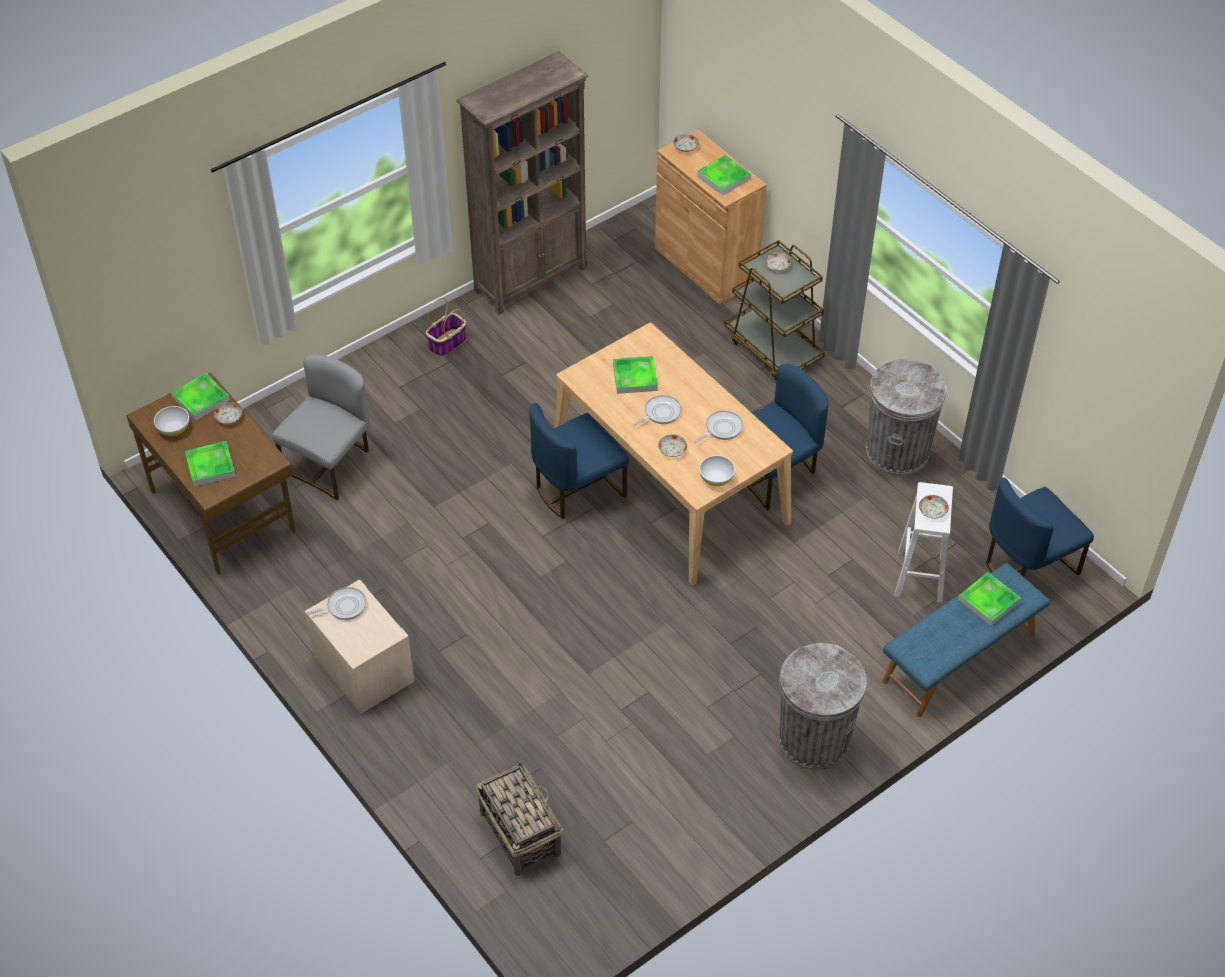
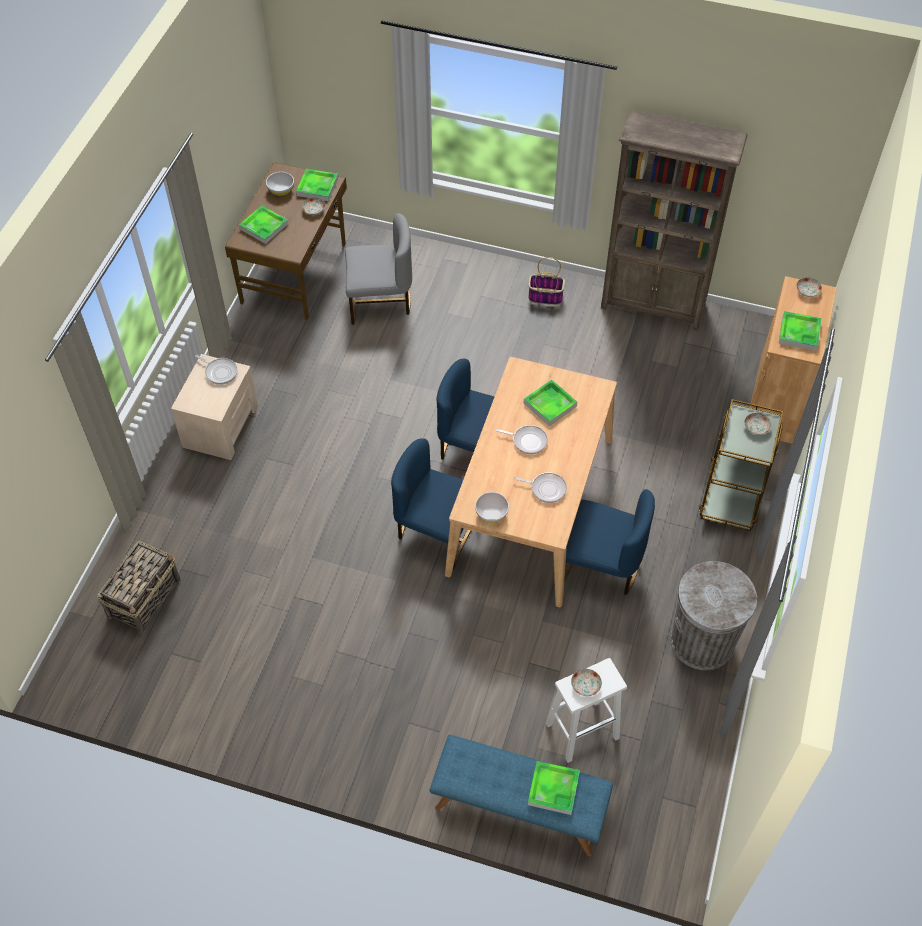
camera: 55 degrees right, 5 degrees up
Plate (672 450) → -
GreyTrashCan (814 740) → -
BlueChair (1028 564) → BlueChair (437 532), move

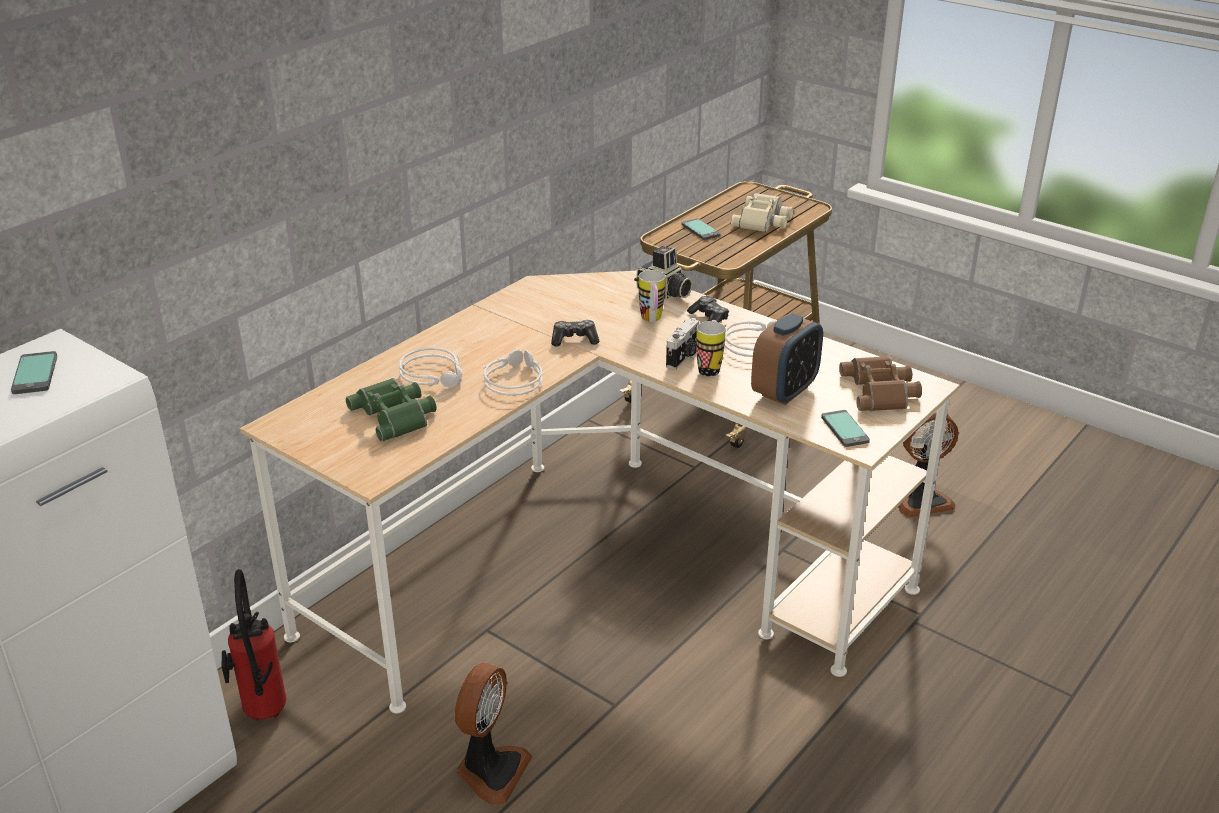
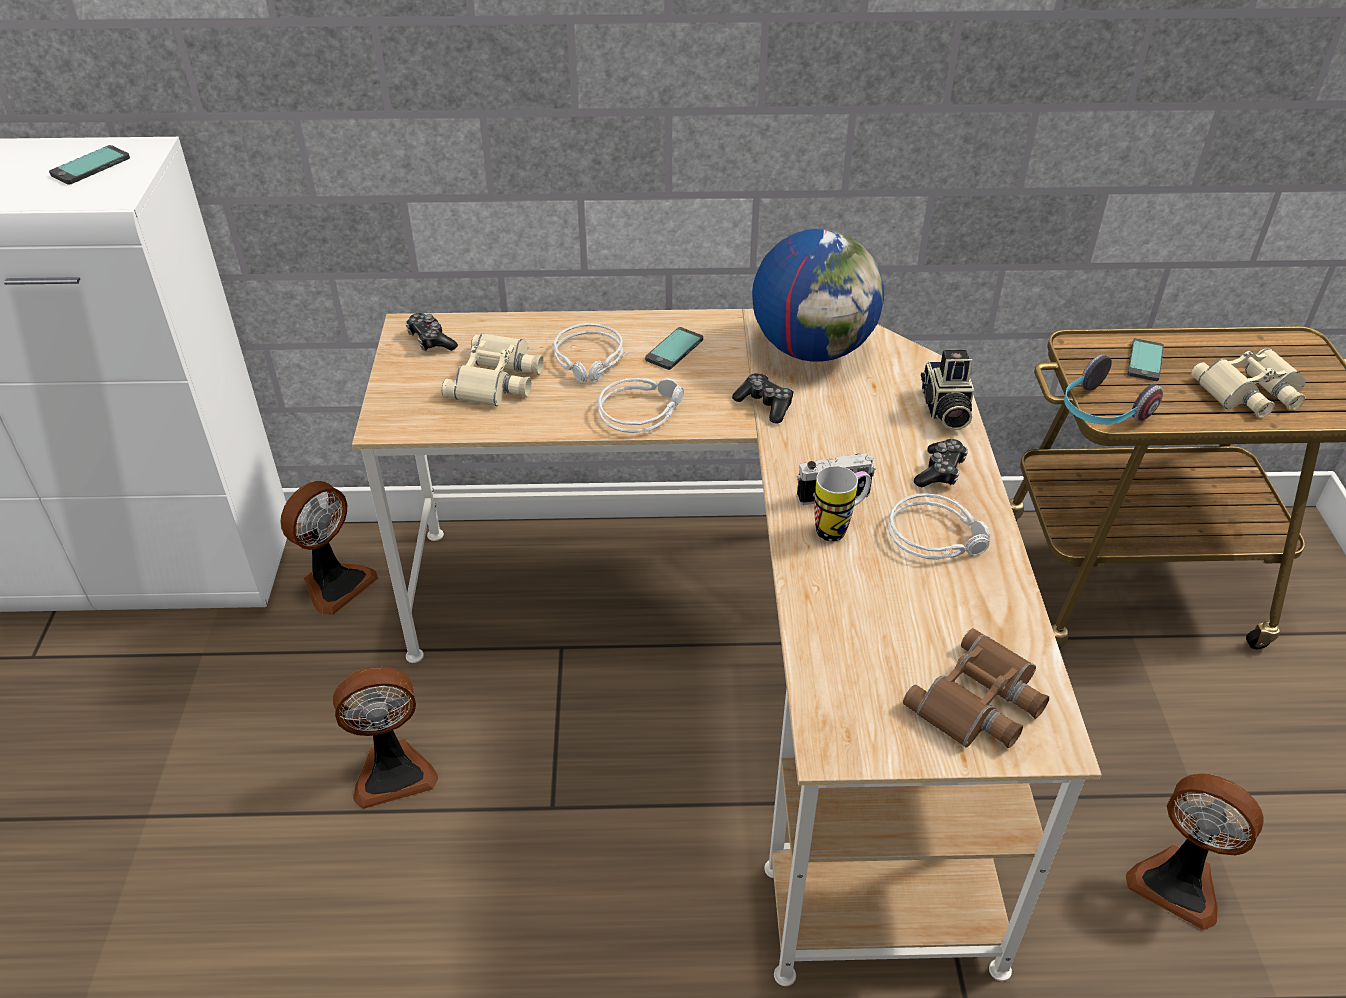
camera: 50 degrees right, 10 degrees up
Mug (652 320) → -
AlarmClock (784 391) → -
- → GameController (431 340)
- → Globe (813 349)
- → Headphones (1101 412)
Phone (845 429) → Phone (674 350), move
FireExtinguisher (263 716) → Fan (335 583)
GreenBinoculars (396 415) → BeigeBinoculars (498 378)

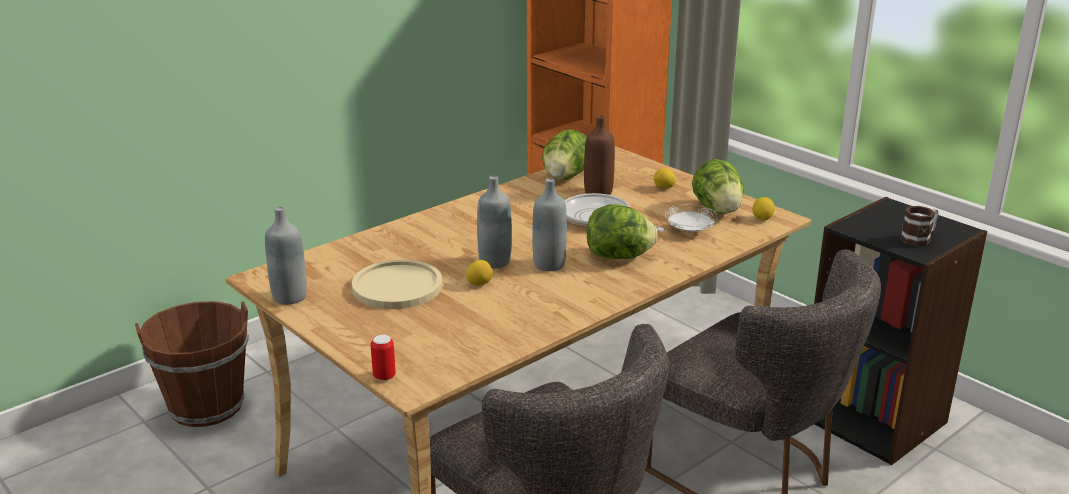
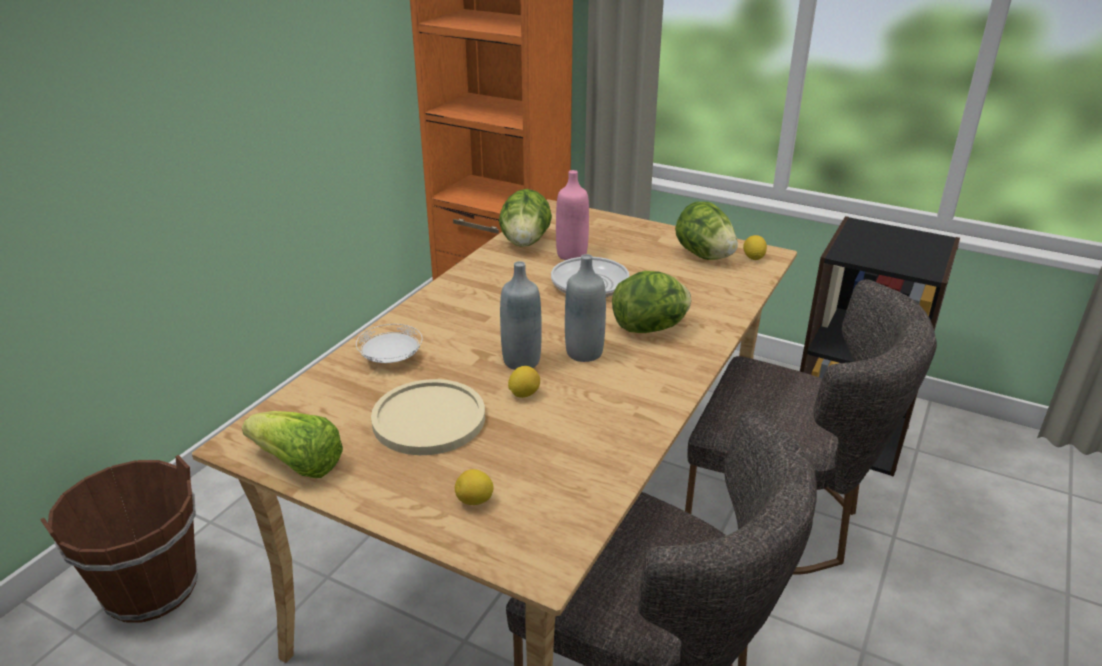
camera: 20 degrees left, 5 degrees up
Can (384 376) → -
Mug (919 238) → -
Lemon (664 188) → Lemon (475 501), move
WhitePlate (689 230) → WhitePlate (391 359), move
GreyBottle (289 297) → Lettuce (298 464)
BrownBottle (598 192) → PinkBottle (572 255)

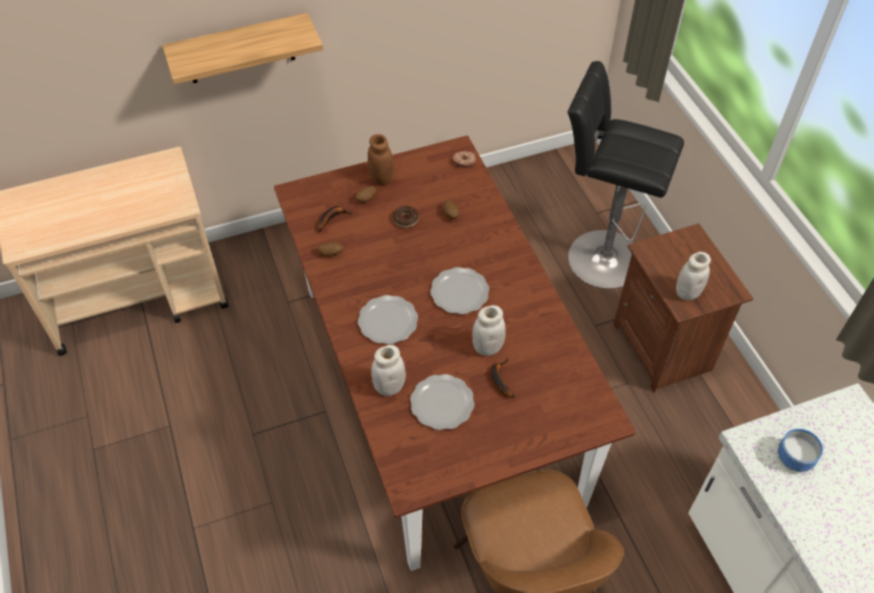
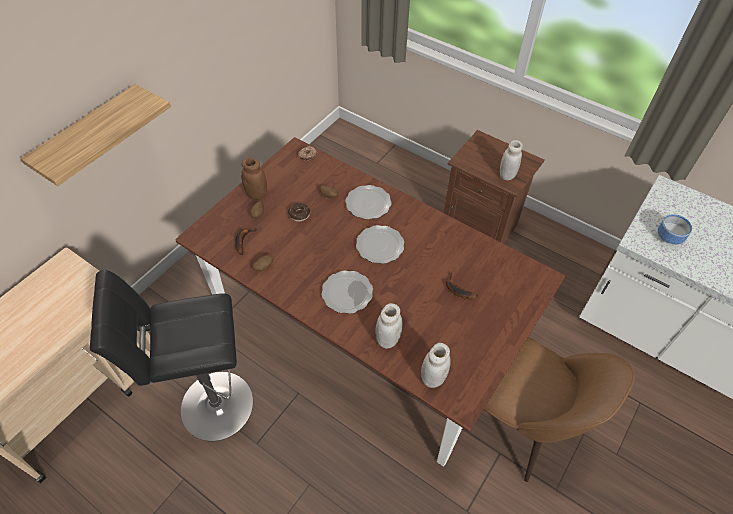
camera: 35 degrees left, 0 degrees up
Plate (443 403) → Plate (368 203), move
WhiteJar (487 347) → WhiteJar (433 378), move
BlackStool (599 257) → BlackStool (211 406), move

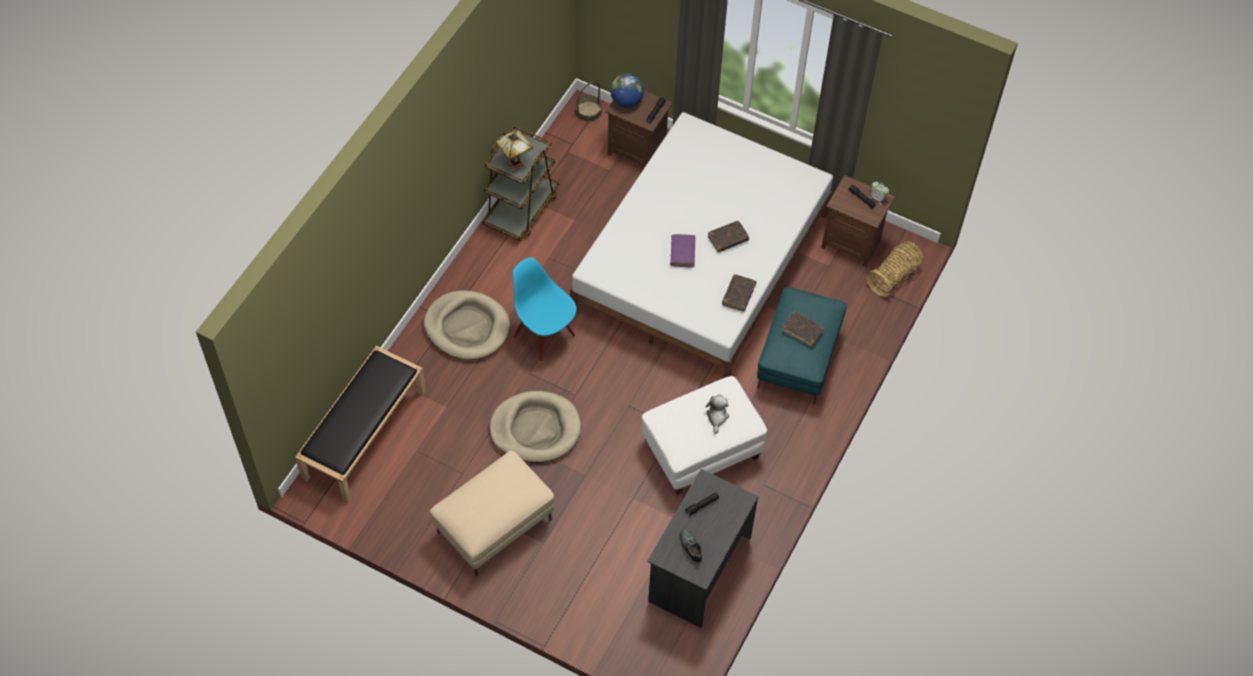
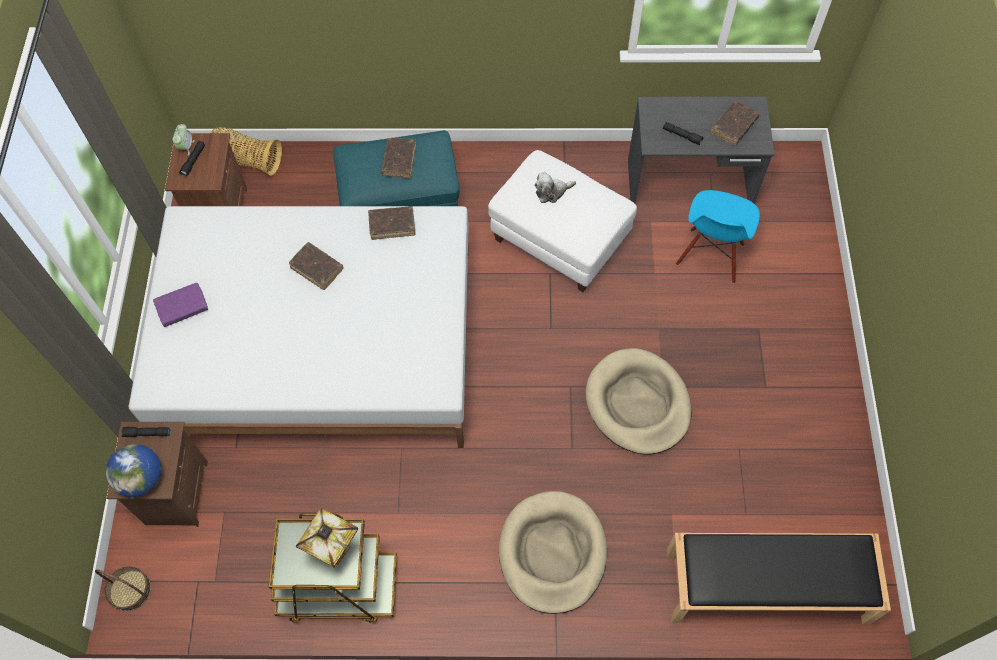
camera: 115 degrees left, 5 degrees up
BeigeOttoman (494 525) → -
BlueChair (544 336) → BlueChair (710 256), move
PurpleBook (682 253) → PurpleBook (182 307), move
Shoe (690 547) → BrownBook (733 126)

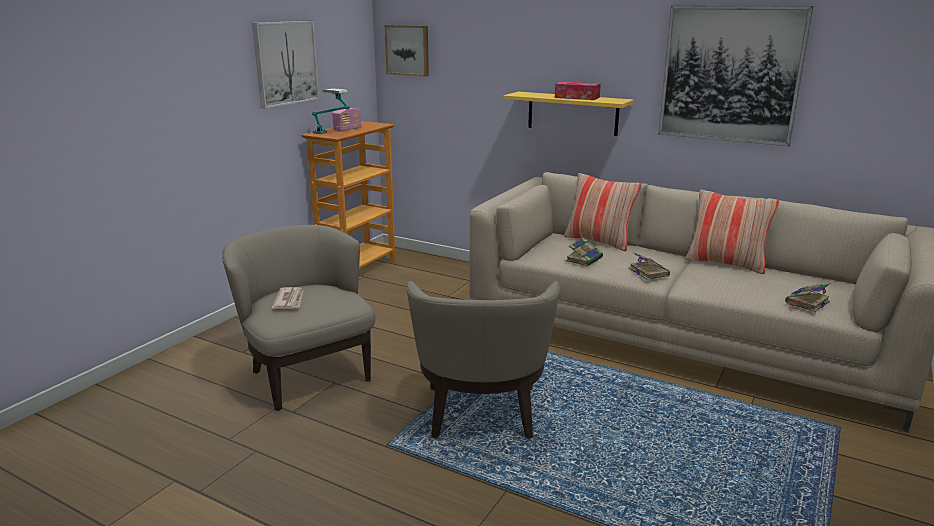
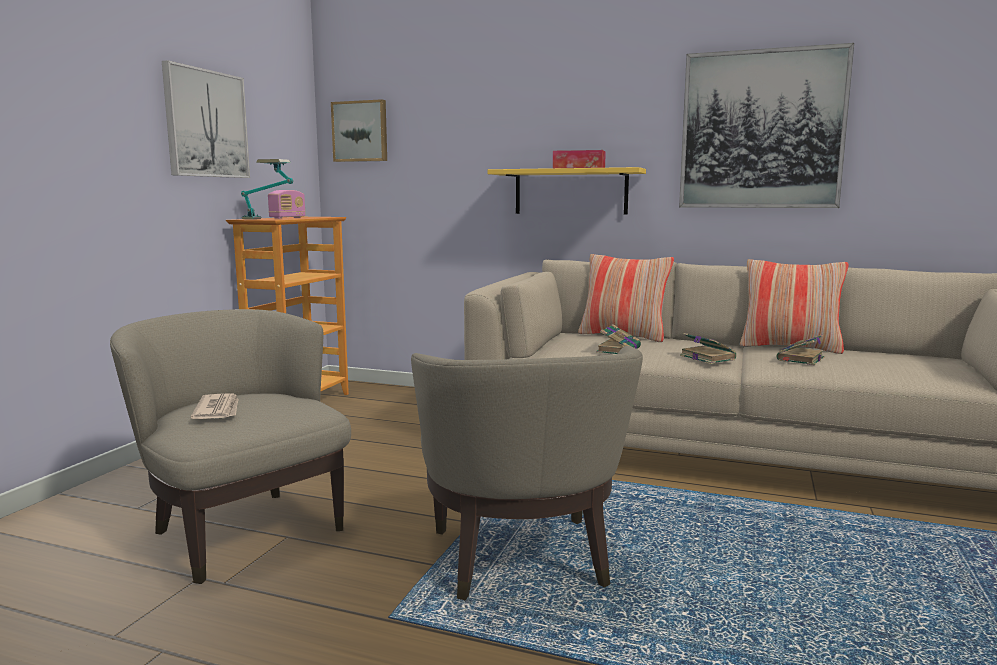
camera: 10 degrees left, 10 degrees down
Book (806 303) → Book (800 359), move

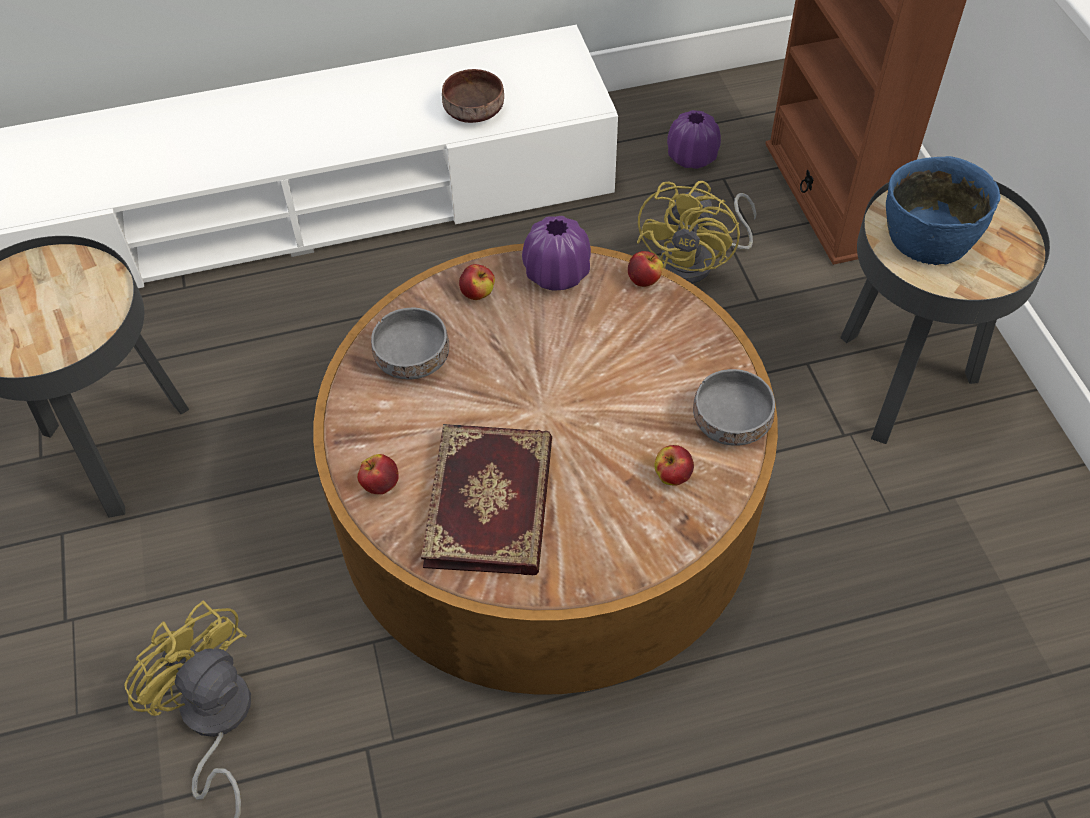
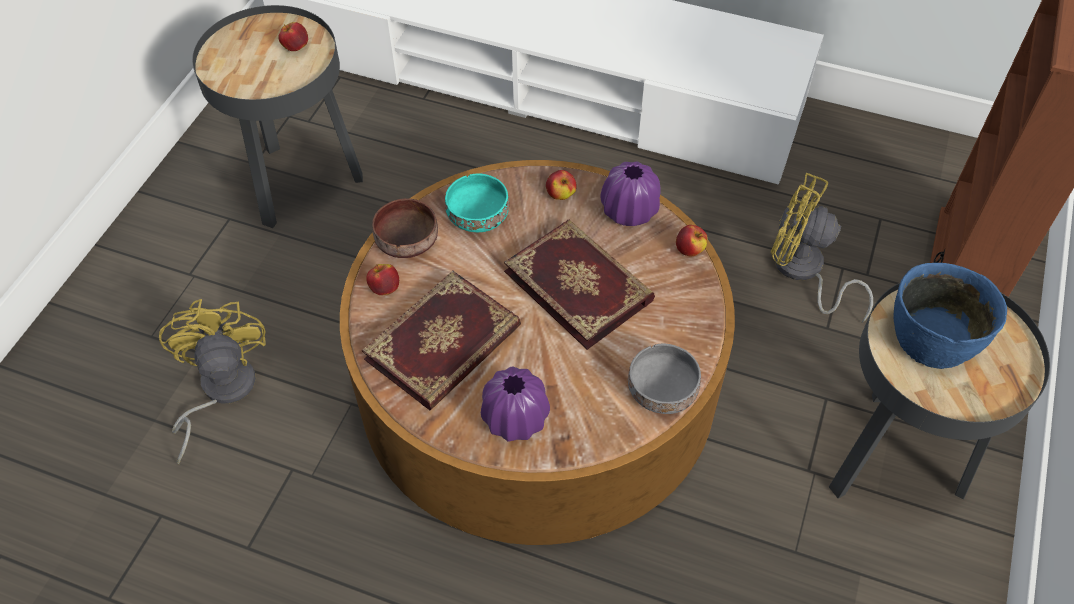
camera: 35 degrees right, 0 degrees up
- → Book (580 285)
BrownBowl (474 109) → BrownBowl (408 240), move
Apple (672 476) → Apple (296 47), move
PurpleVase (692 157) → PurpleVase (515 419), move
GreyBowl (413 359) → TurquoiseBowl (477 217)
YellowFan (697 261) → YellowFan (803 272), 60 degrees clockwise

